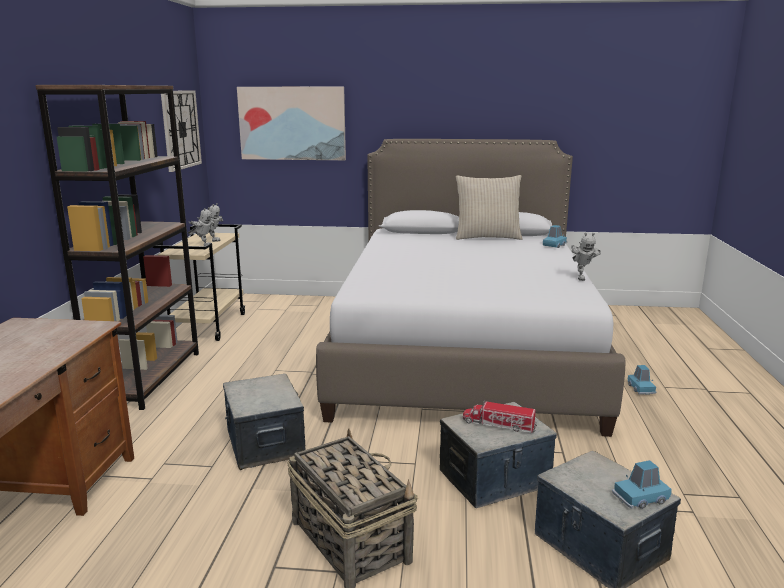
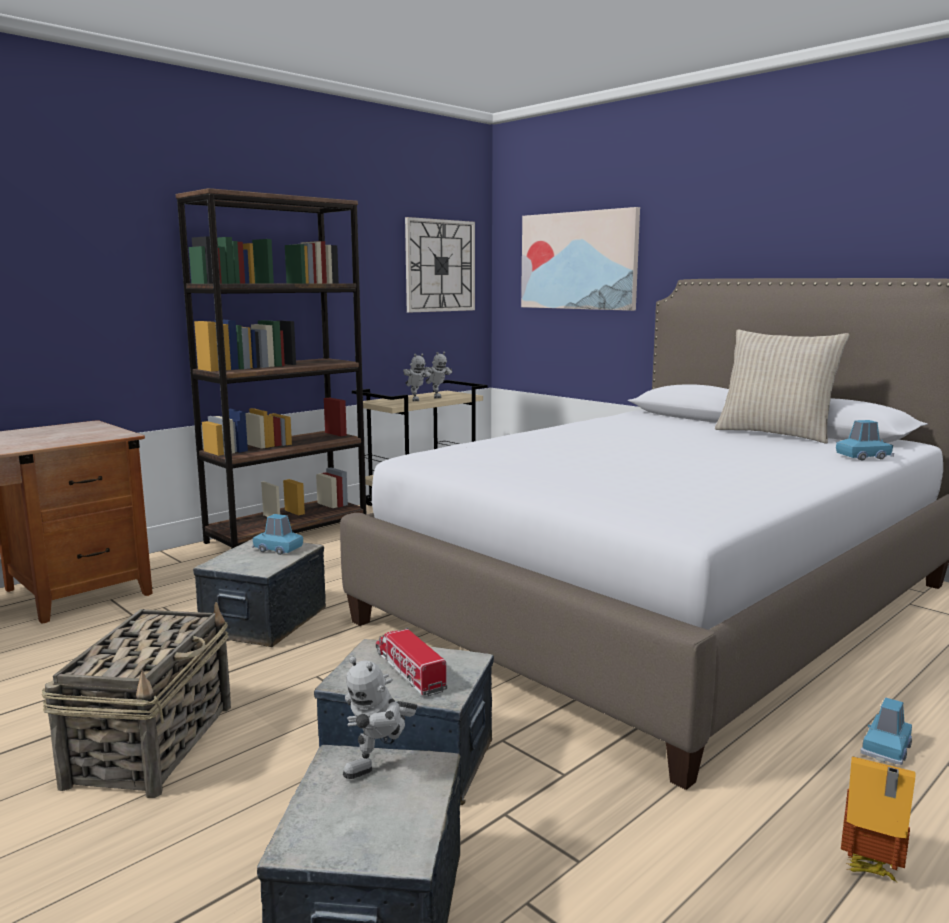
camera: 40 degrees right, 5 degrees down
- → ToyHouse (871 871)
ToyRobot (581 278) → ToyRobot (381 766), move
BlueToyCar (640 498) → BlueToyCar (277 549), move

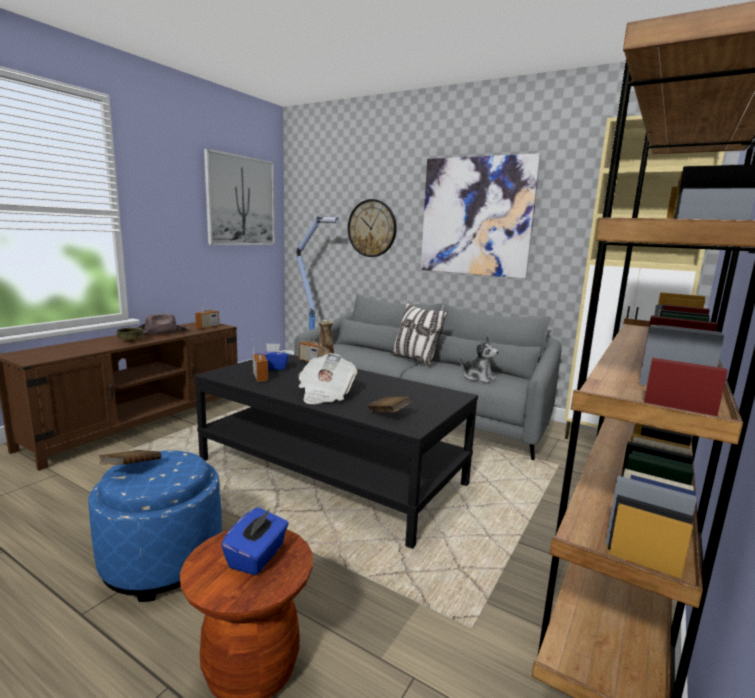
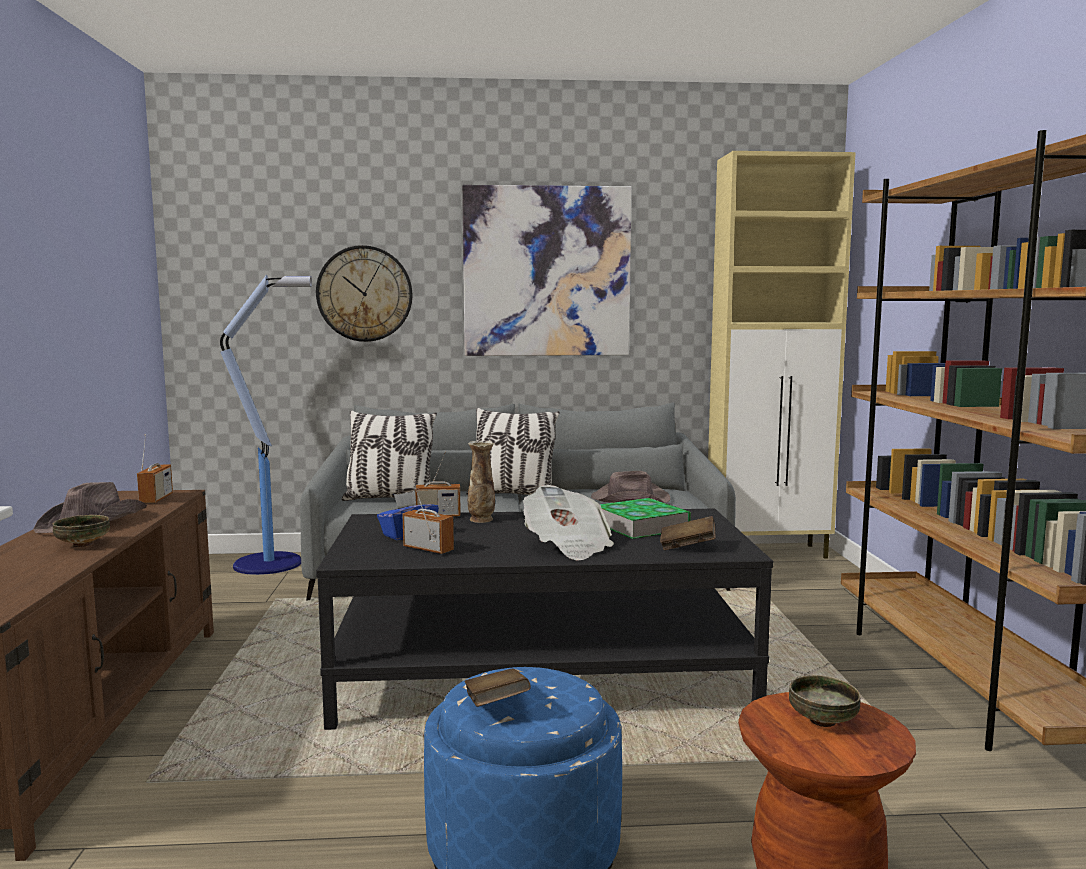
camera: 35 degrees left, 5 degrees down
Picture (241 201) → -
- → Pillow (390 499)
- → Book (641 526)
BlueTissueBox (257 557) → Bowl (821 721)
PlushToy (478 378) → BrownHat (629 499)

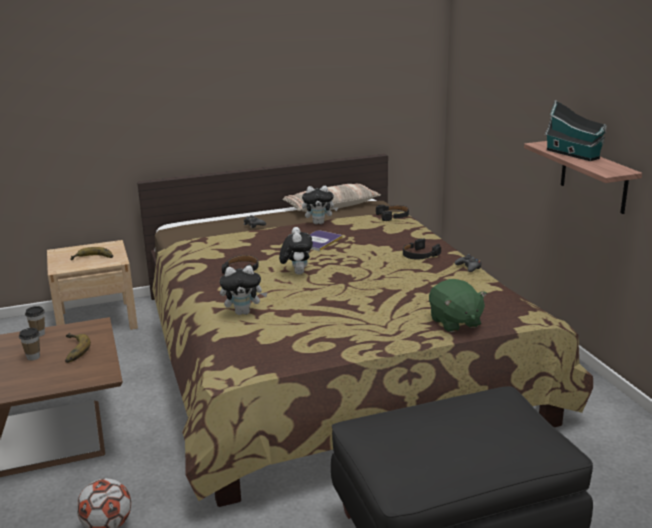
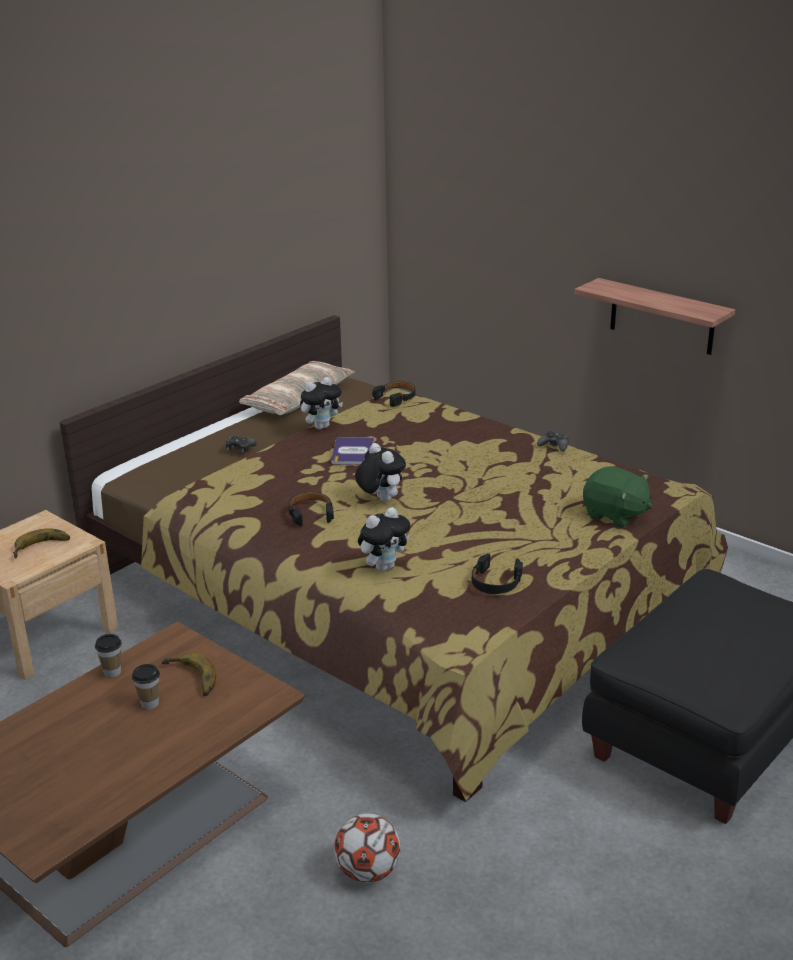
camera: 30 degrees left, 5 degrees up
ToyHouse (574 154) → -
BlackHeadphones (419 255) → BlackHeadphones (495 582), move

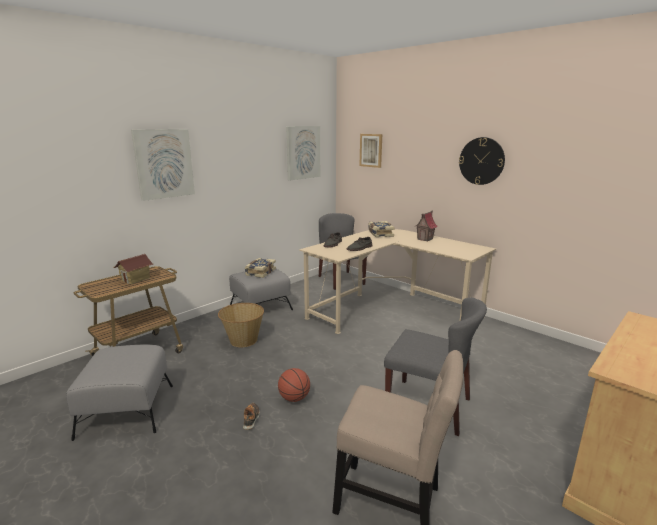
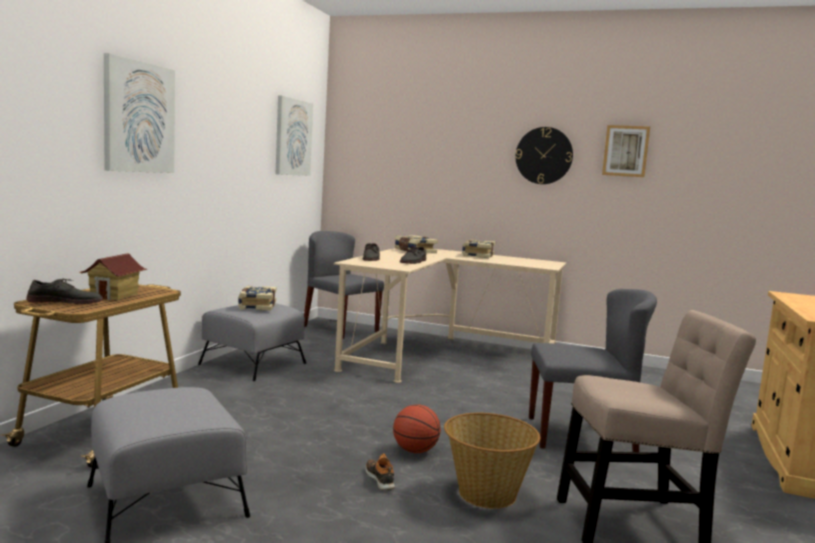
camera: 25 degrees left, 10 degrees down
- → GreyShoe (65 301)
Basket (243 340) → Basket (486 493), move
Picture (371 150) → Picture (625 151), move
ToyHouse (425 239) → Book (477 255)

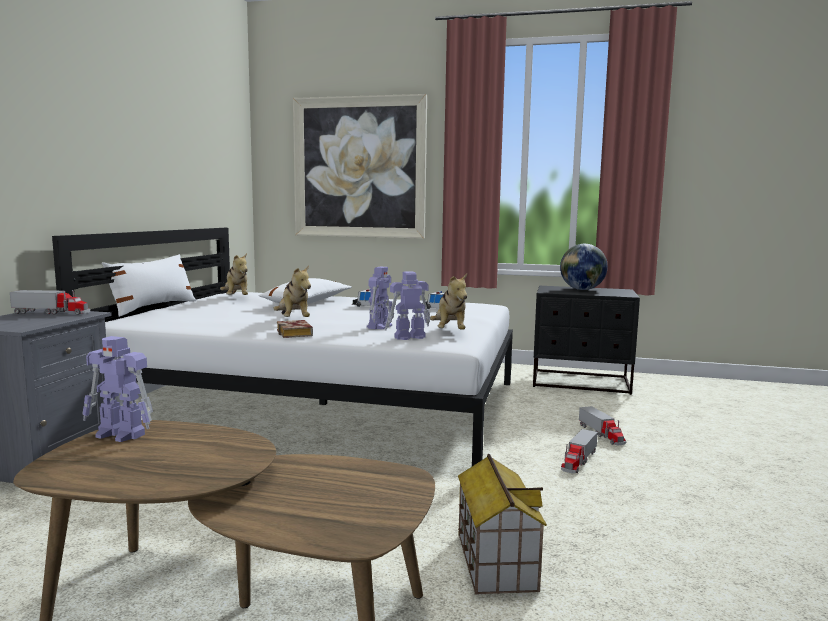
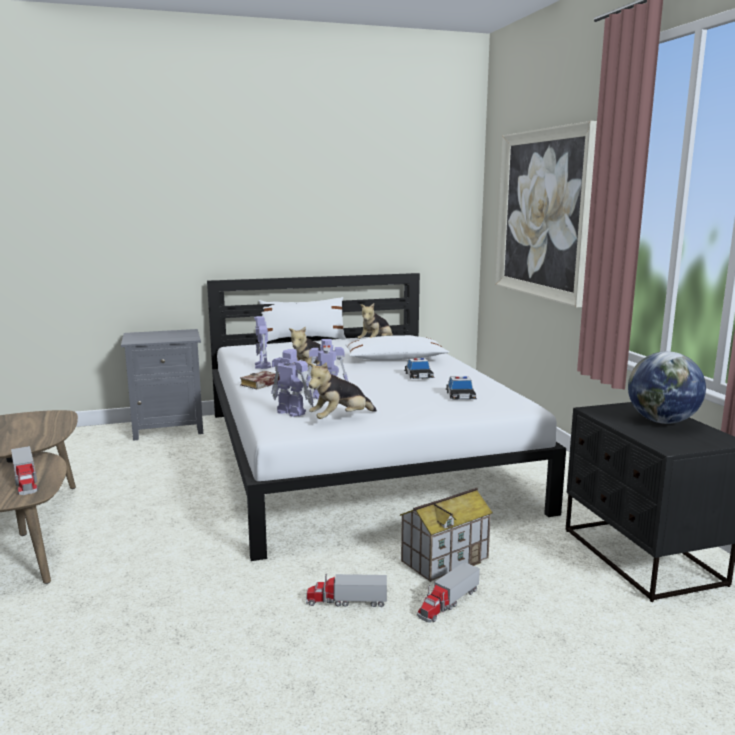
camera: 60 degrees right, 5 degrees up
ToyTruck (52 313) → ToyTruck (25 481), move
ToyRobot (121 434) → ToyRobot (262 366), move
ToyHouse (495 561) → ToyHouse (445 559), move

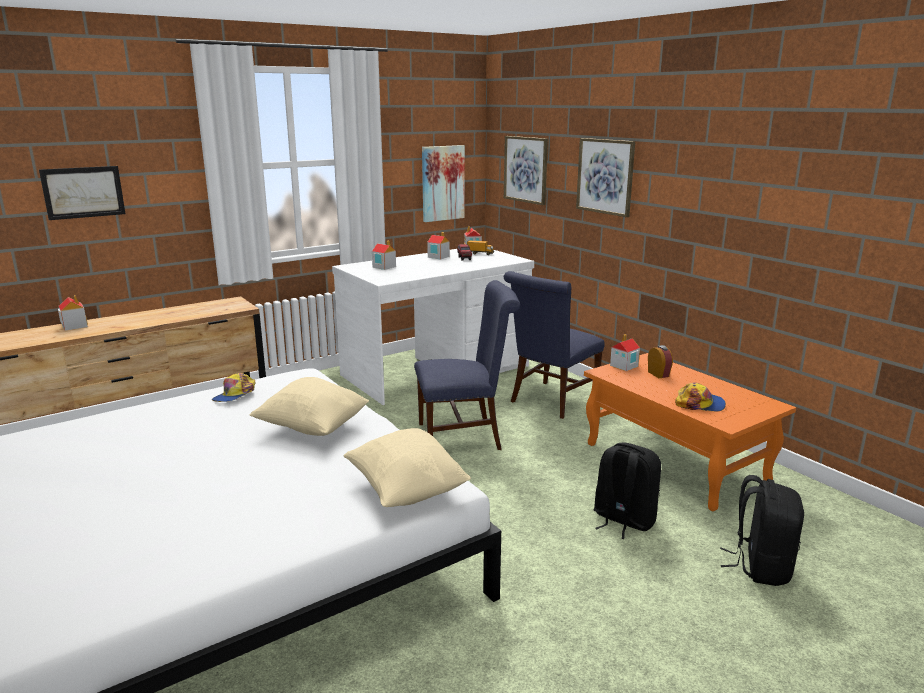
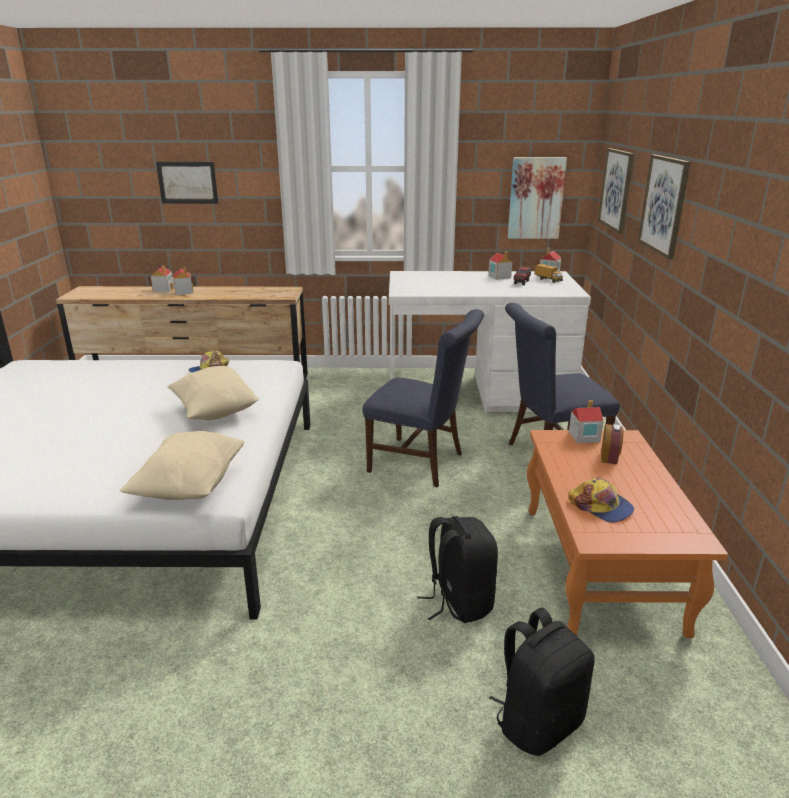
camera: 35 degrees right, 5 degrees up
ToyHouse (384 267) → ToyHouse (184 292), move

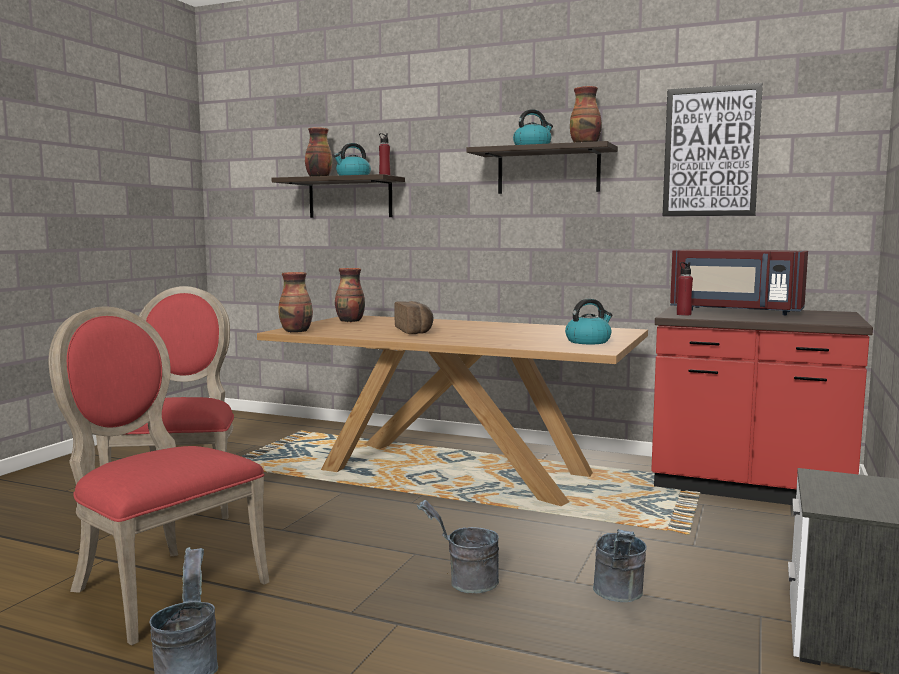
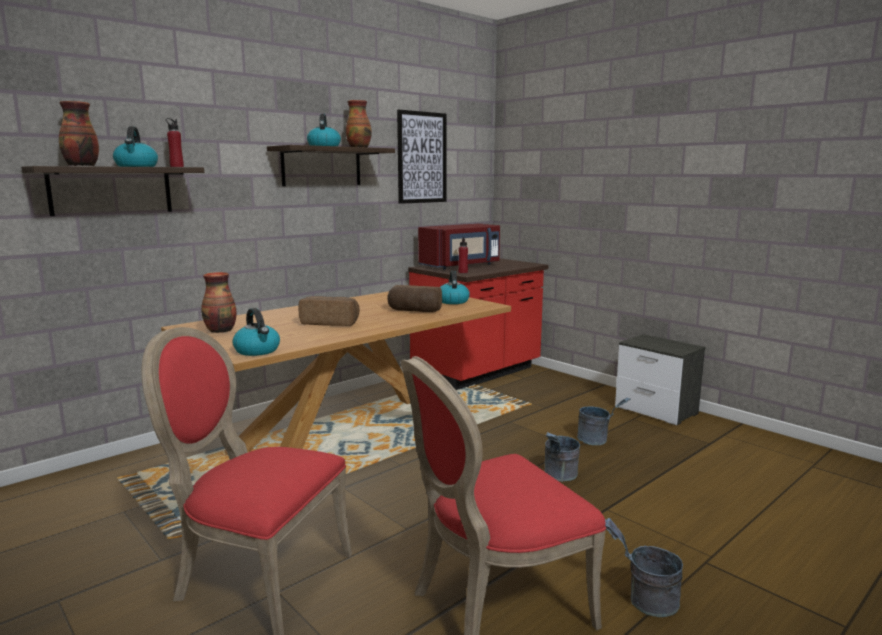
camera: 65 degrees left, 5 degrees up
- → Bread (414 311)
Vase (297 331) → Kettle (257 351)

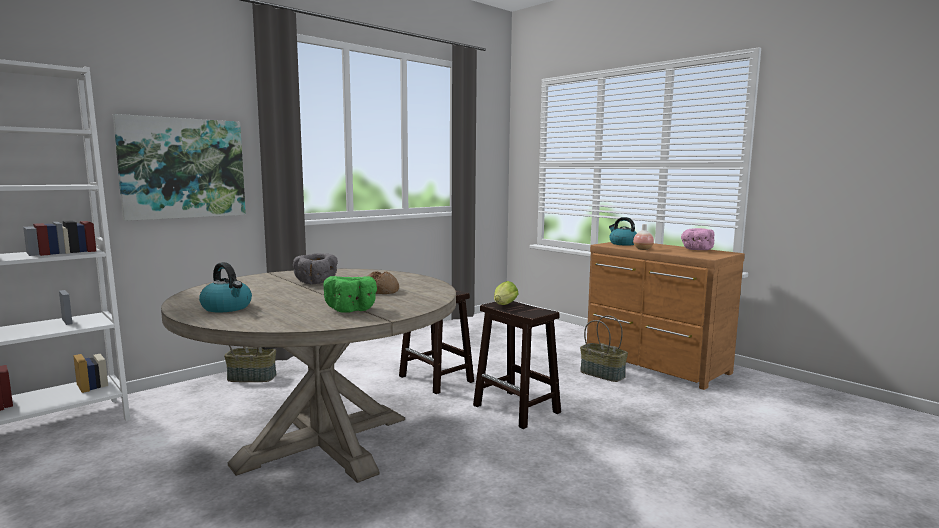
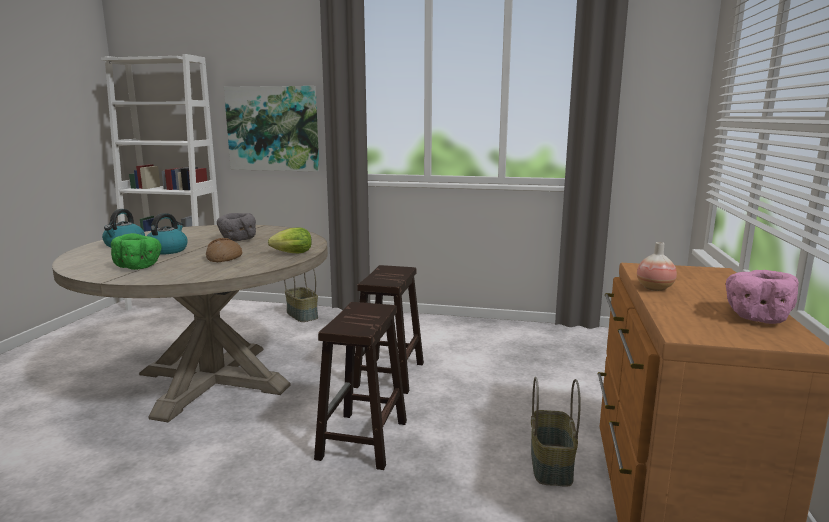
camera: 55 degrees right, 5 degrees up
Lettuce (504 305) → Lettuce (290 254), move
Kettle (622 244) → Kettle (167 250), move

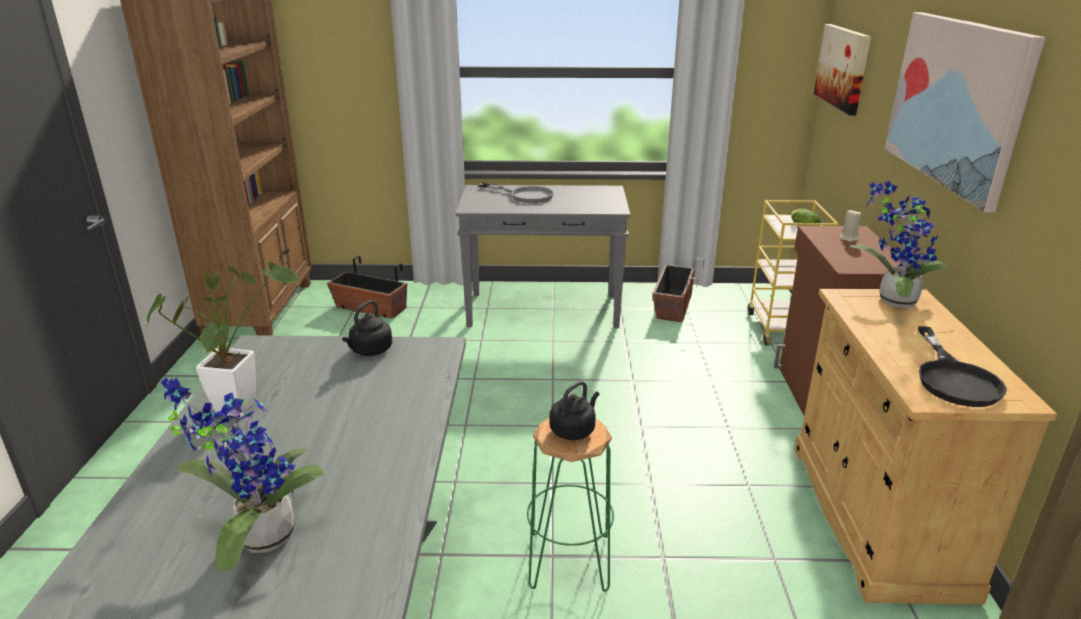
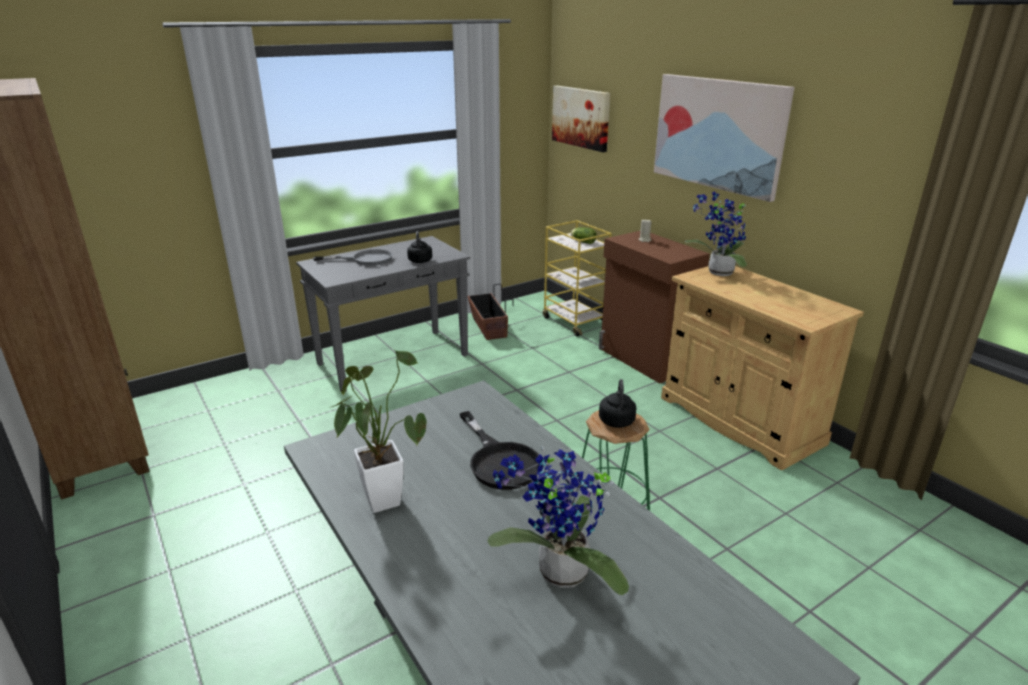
camera: 35 degrees left, 0 degrees up
Planter (370 308) → -
BlackKettle (370 351) → BlackKettle (420 261), move
BlackFryingPan (954 378) → BlackFryingPan (499 461), move

